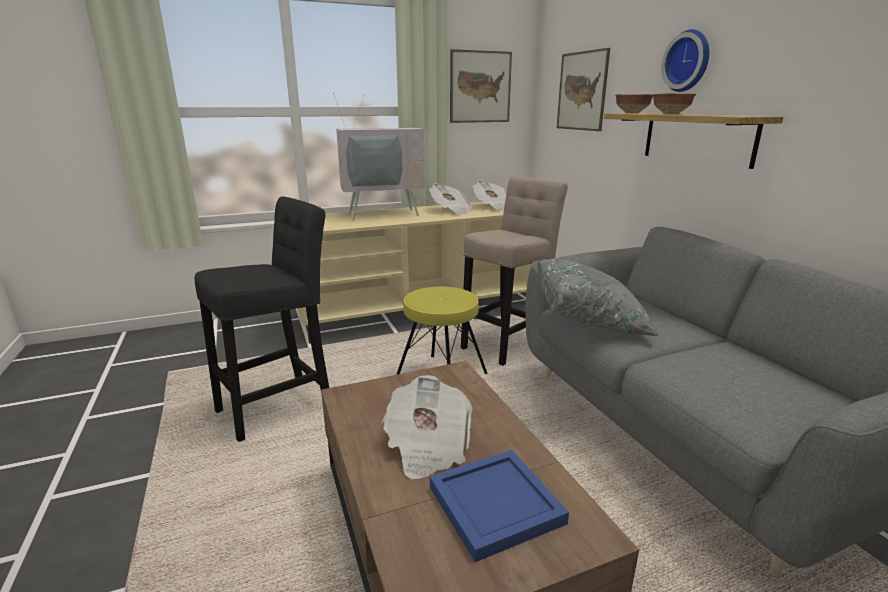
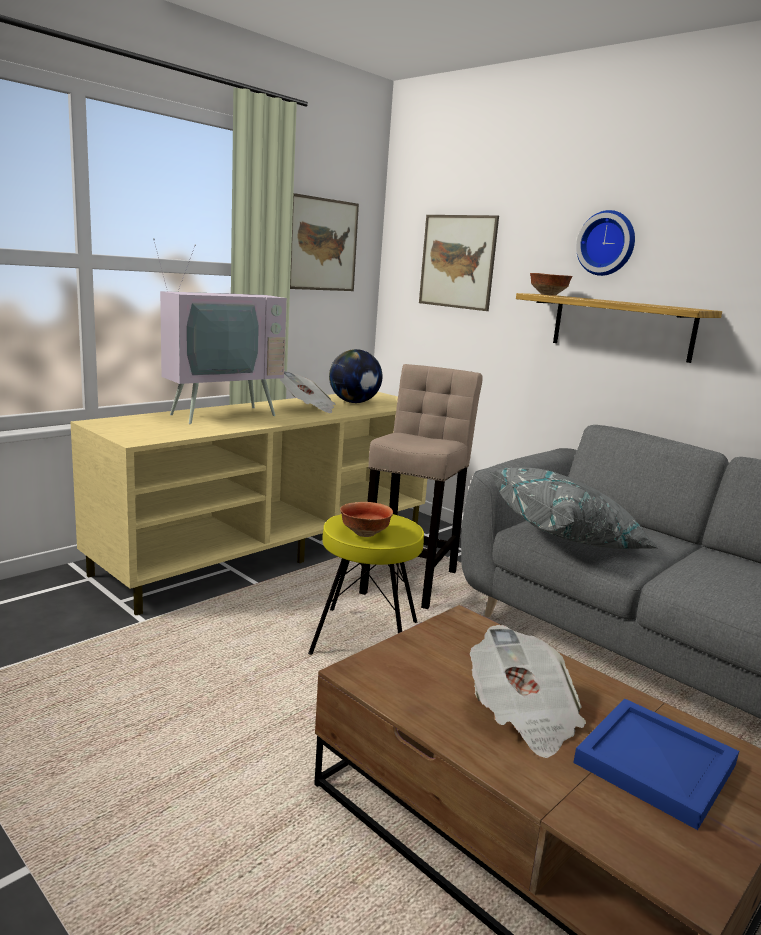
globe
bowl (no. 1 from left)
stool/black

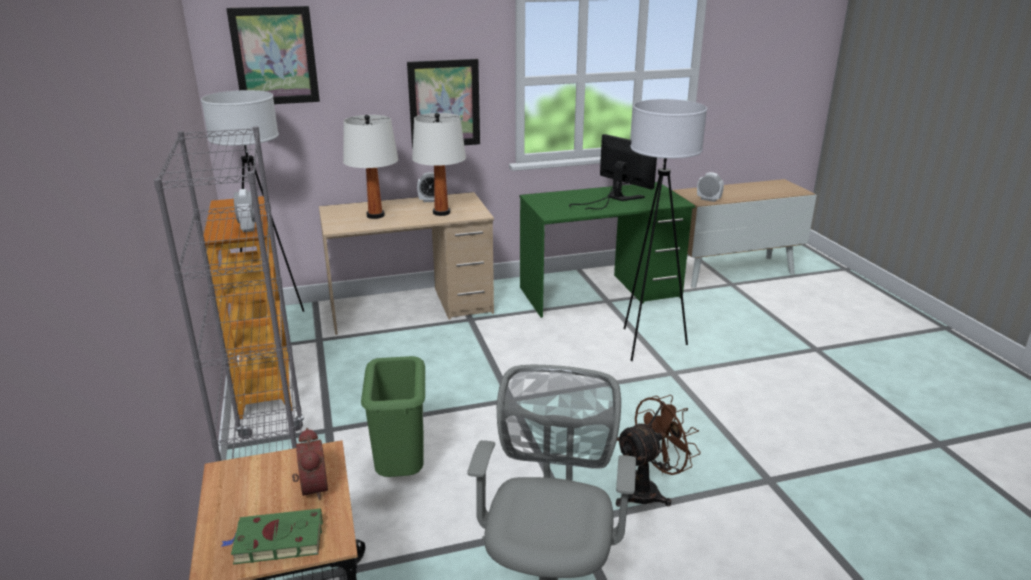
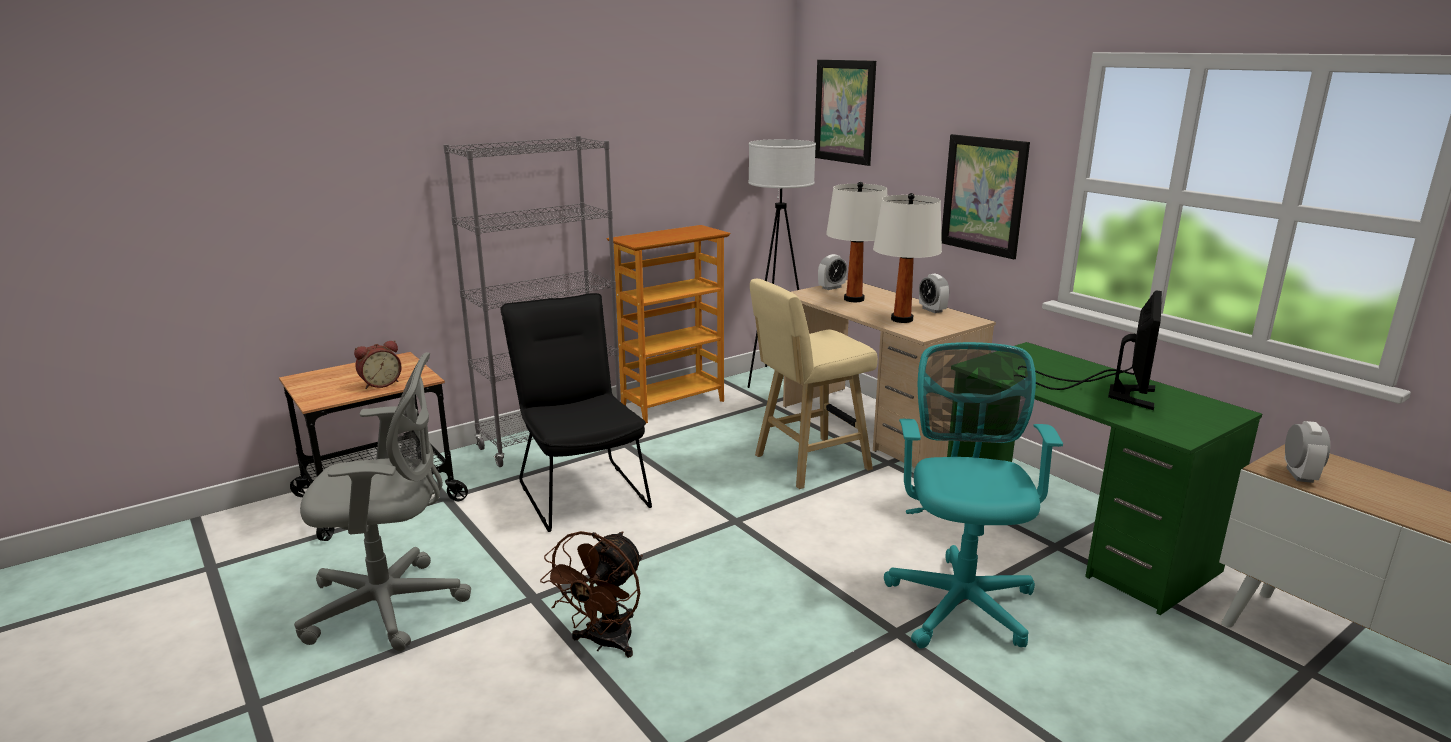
chair/black
fan/brown
stool/beige
alarm clock (no. 2 from left)
office chair/turquoise
book/green

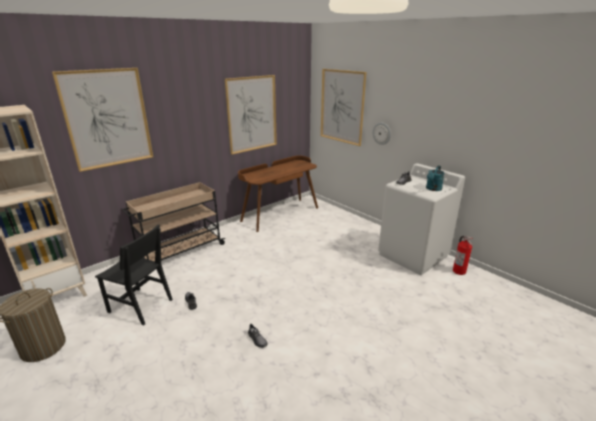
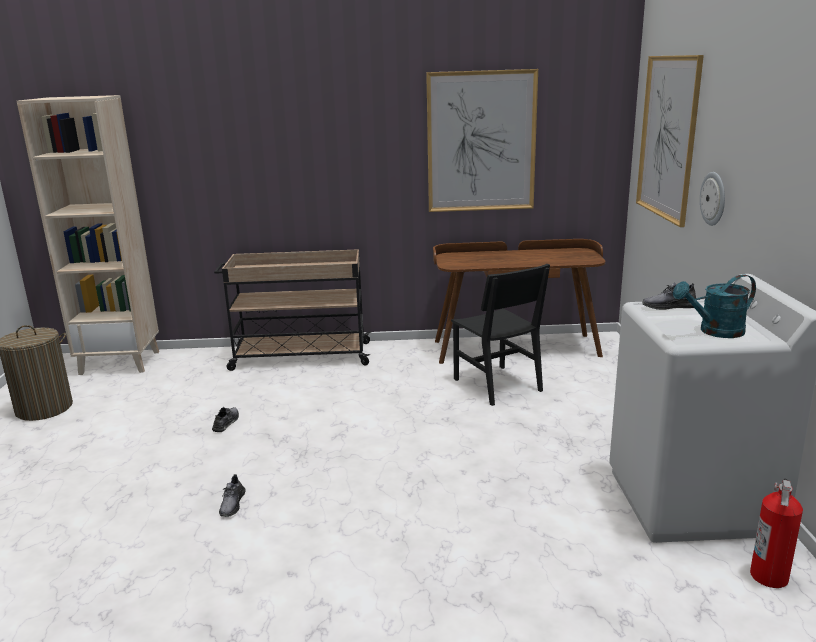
chair/black
picture (no. 1 from left in the first image)

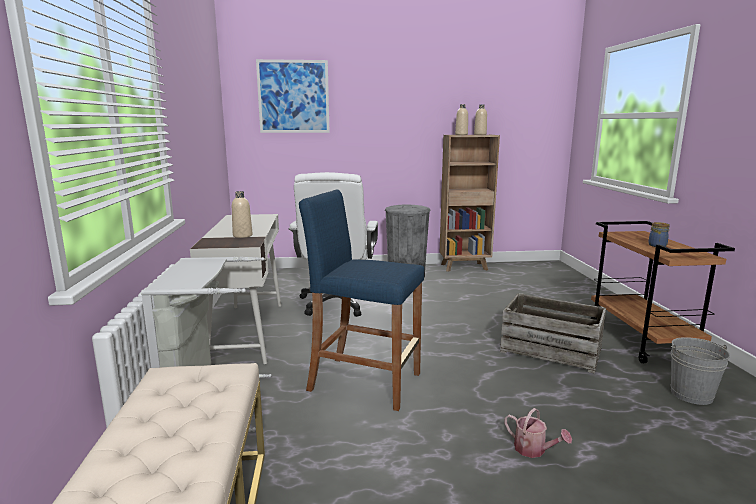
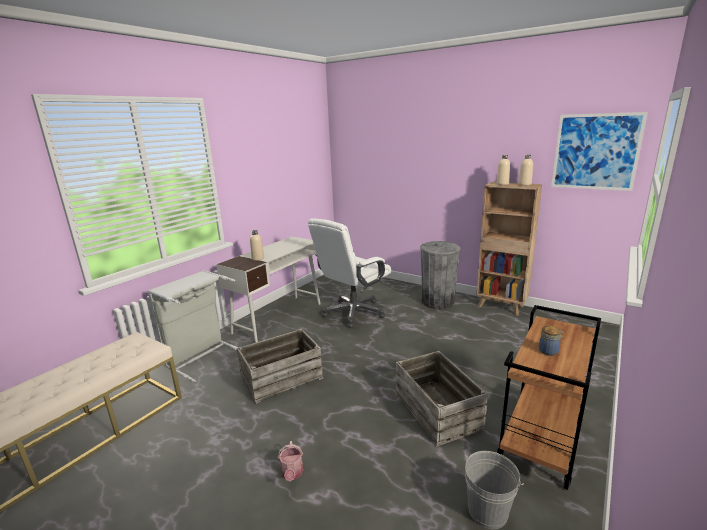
crate (no. 1 from left)
picture

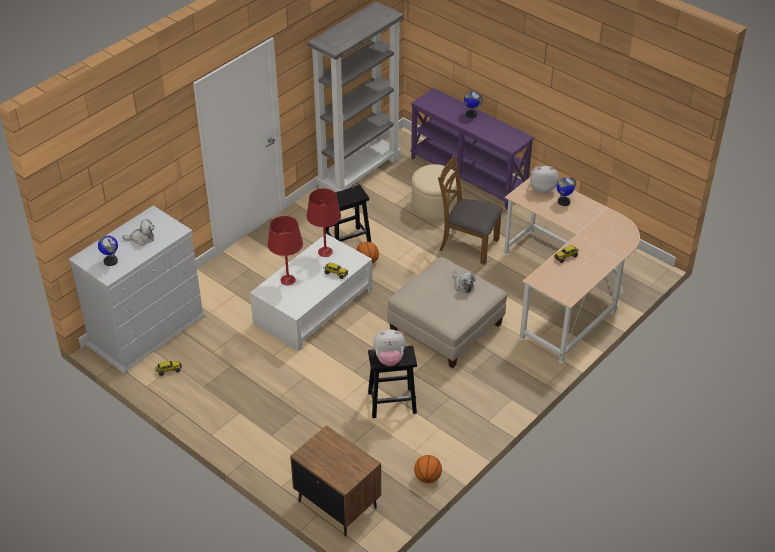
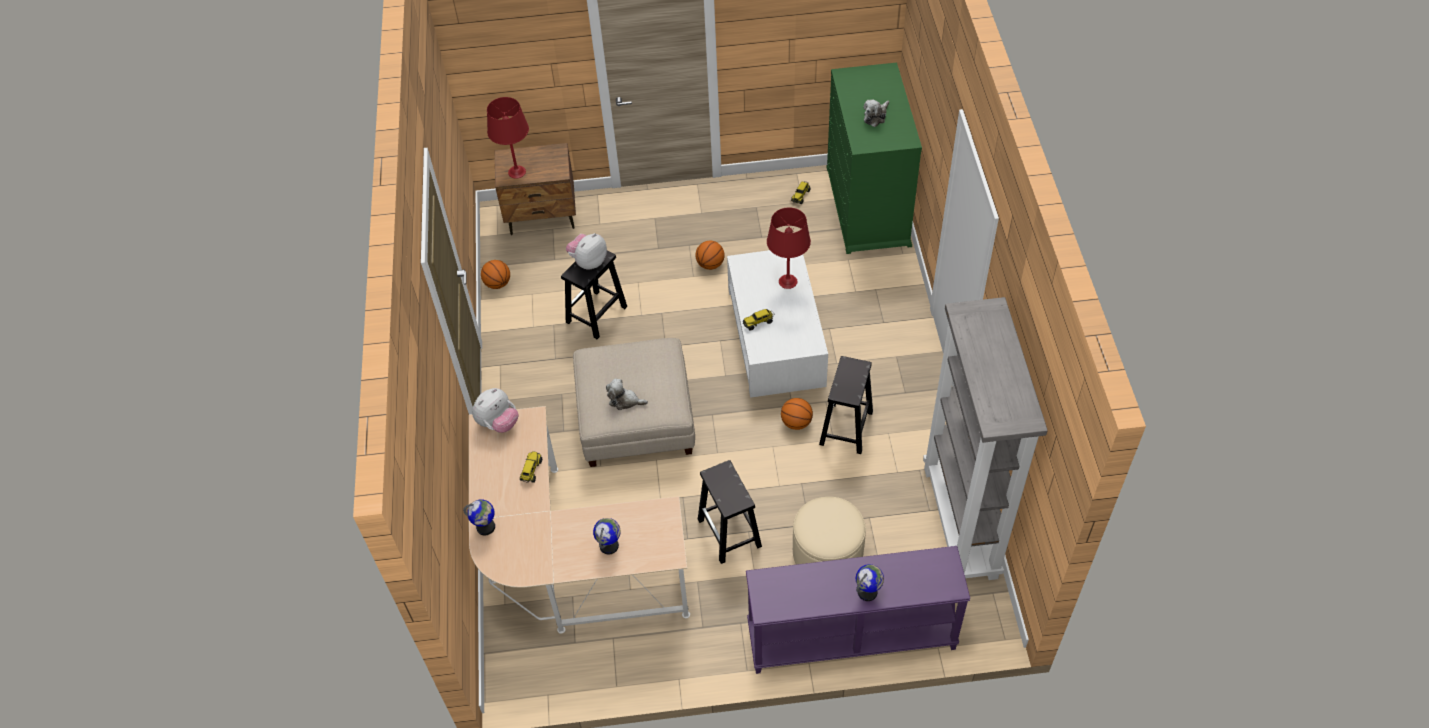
globe (no. 1 from left)
plush toy (no. 1 from left)
table lamp/red (no. 1 from left)
basketball (no. 2 from left)
stool/black (no. 2 from left)
dresser/green

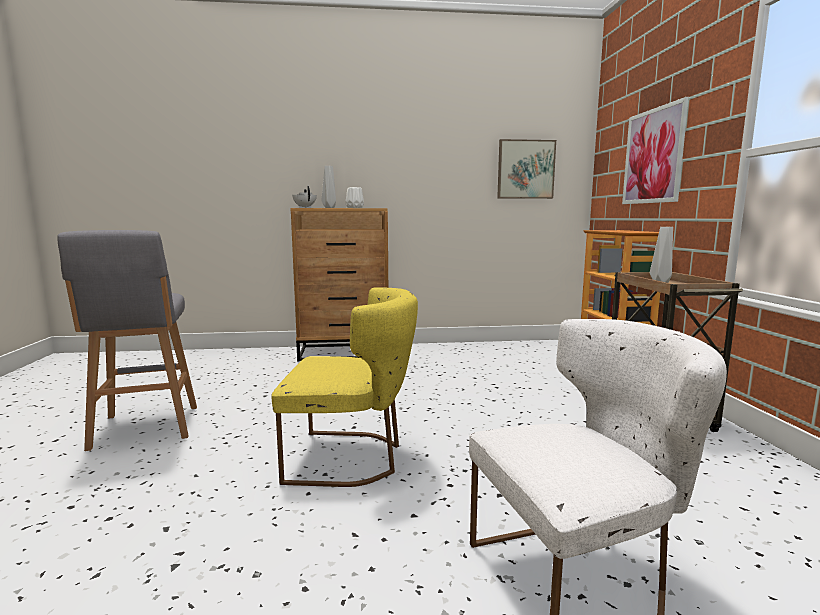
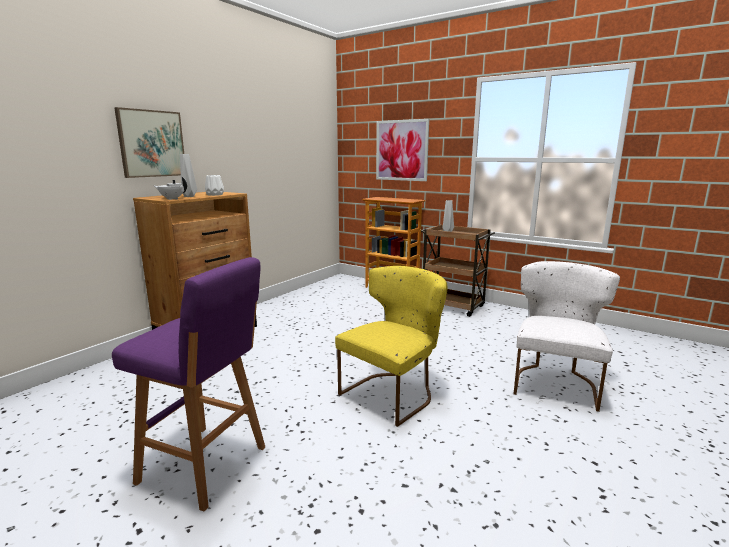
stool/purple
picture (no. 1 from left)

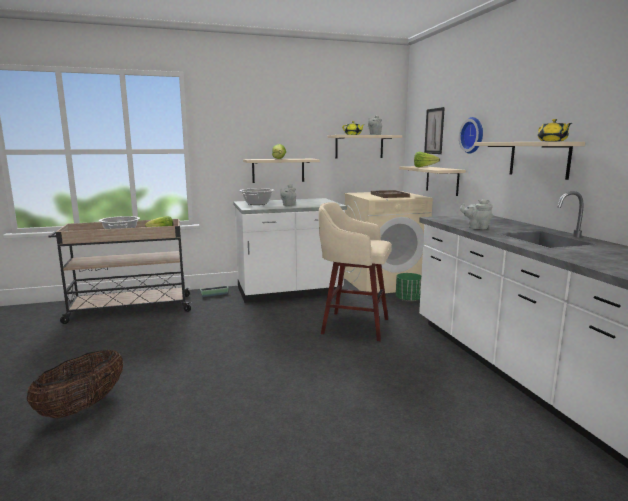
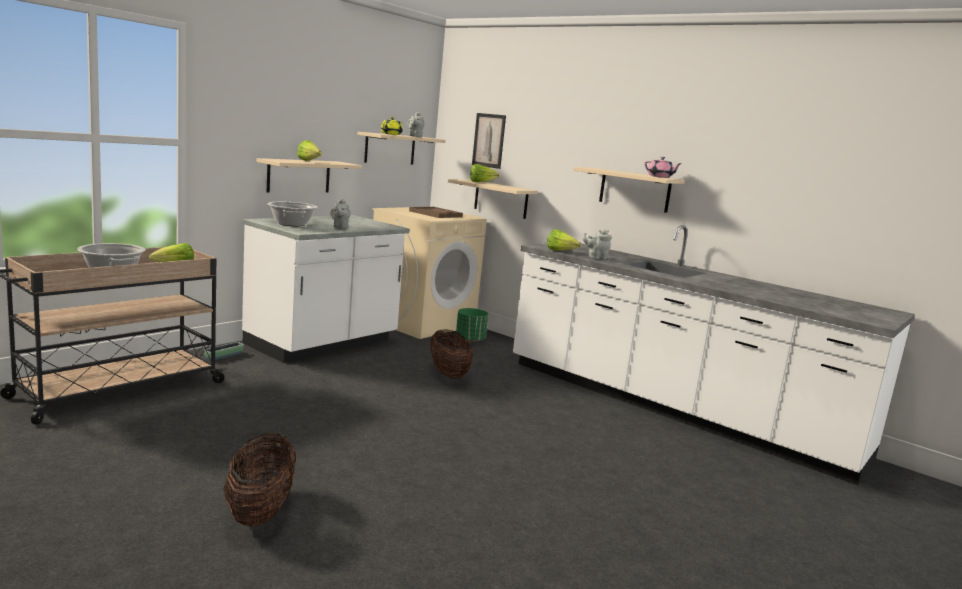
basket (no. 2 from left)
lettuce (no. 4 from left)
teapot/pink
wall clock

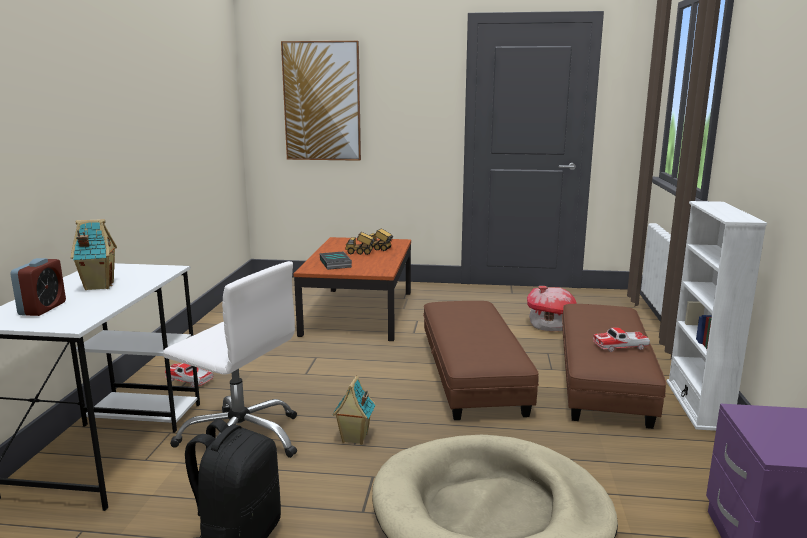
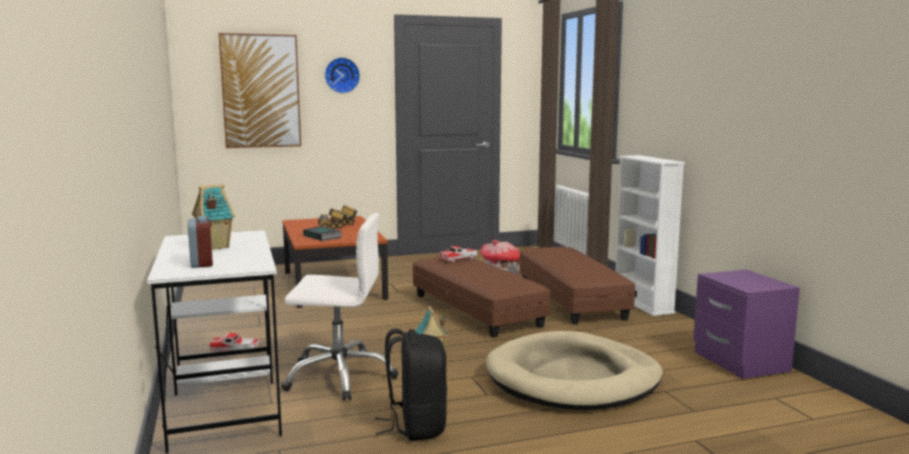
wall clock
toy car (no. 2 from left)

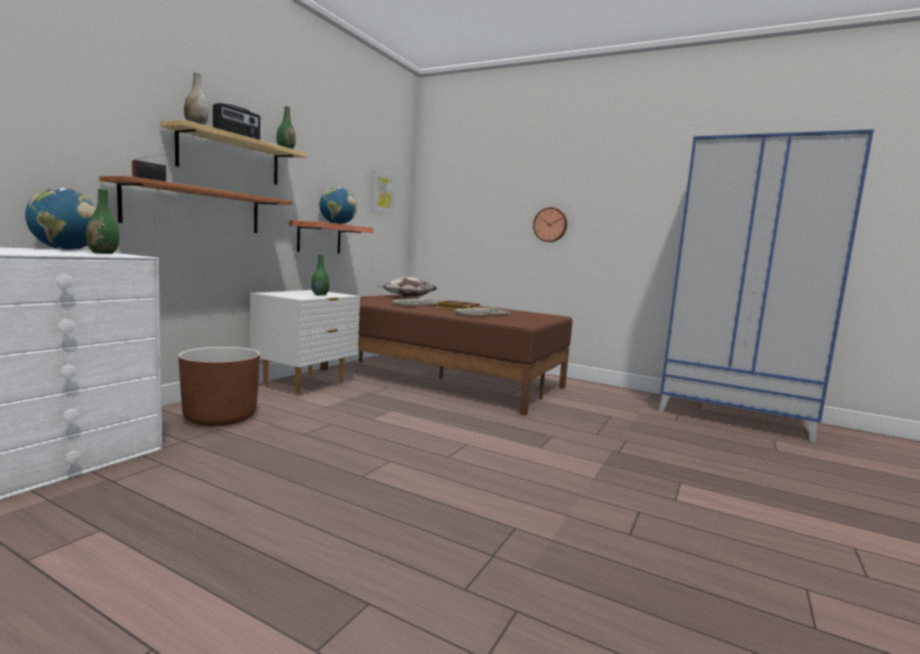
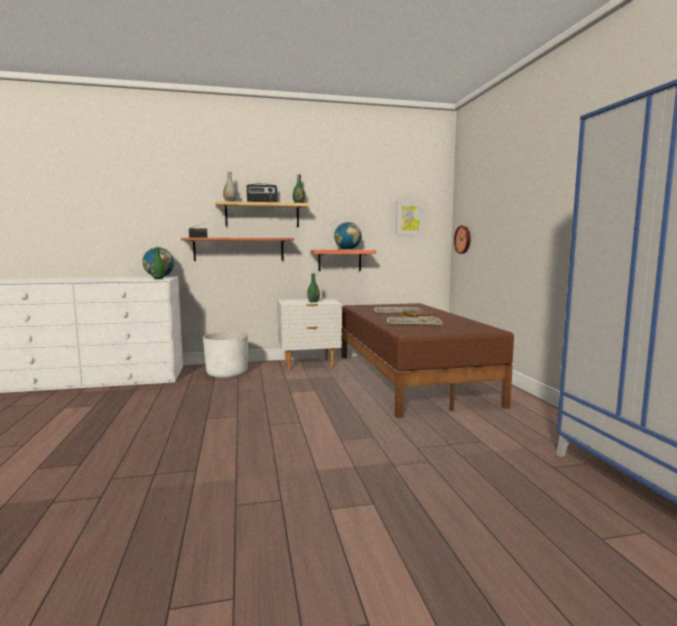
planter/white
wall clock
pillow

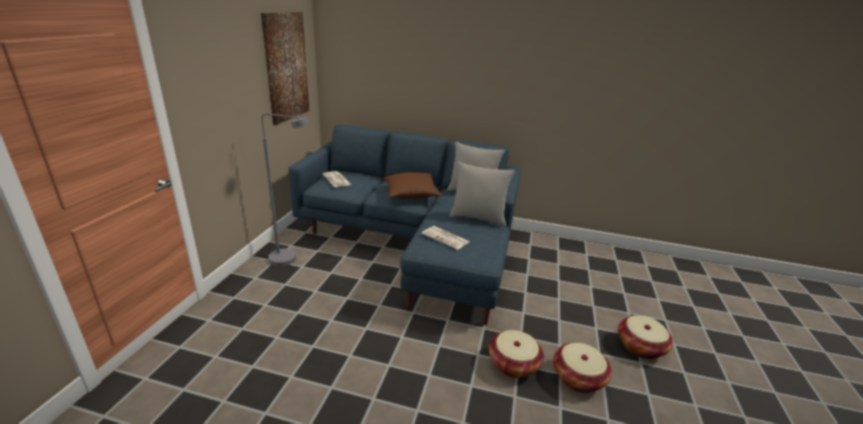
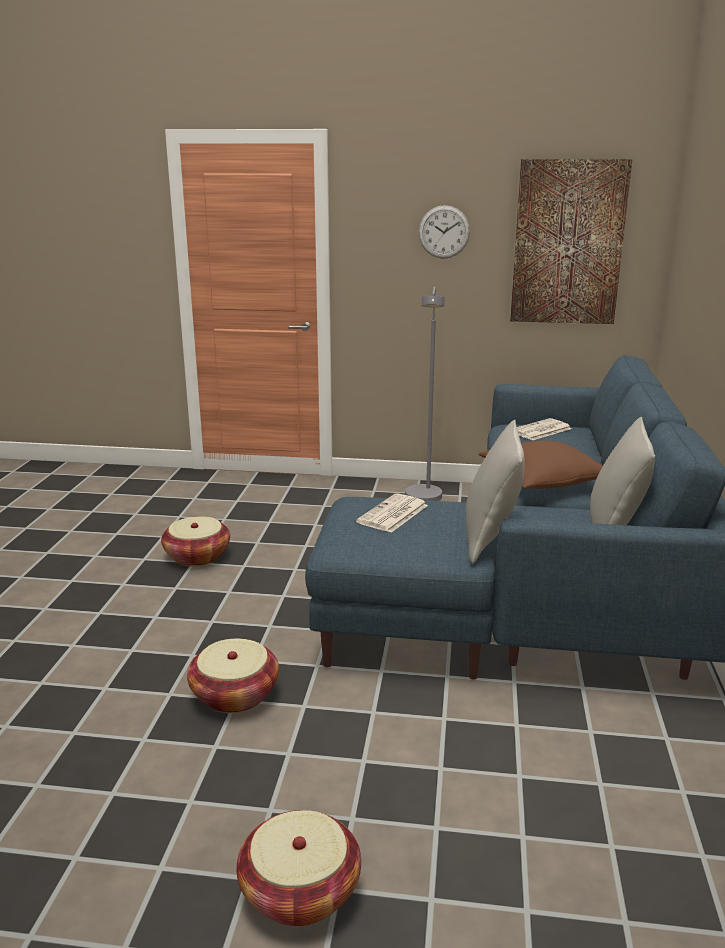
basket (no. 1 from left)
wall clock

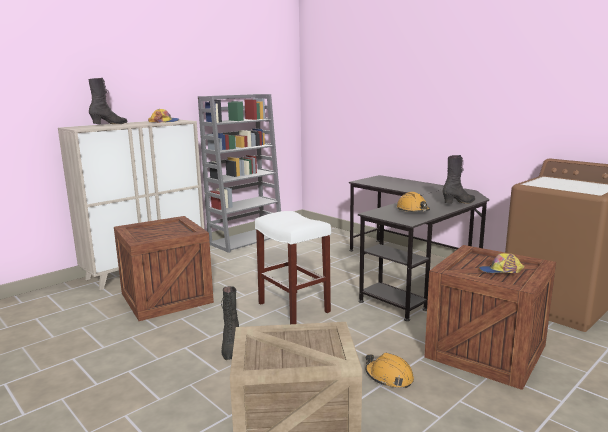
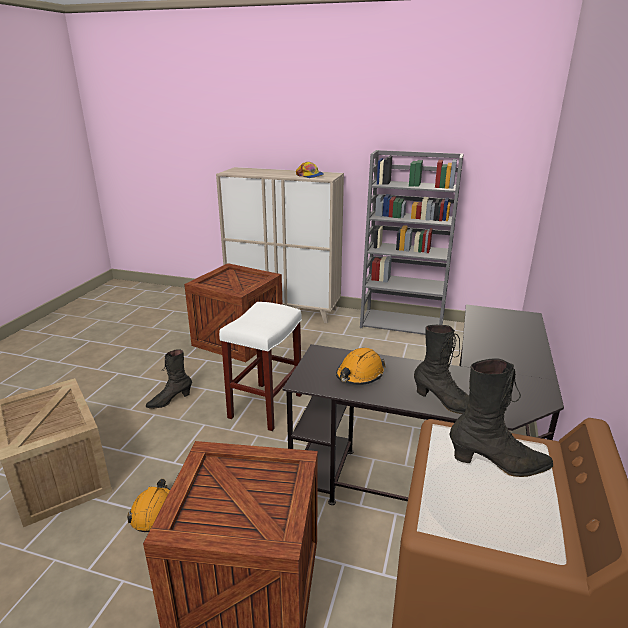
boot/black (no. 3 from left)
cap (no. 2 from left in the first image)

